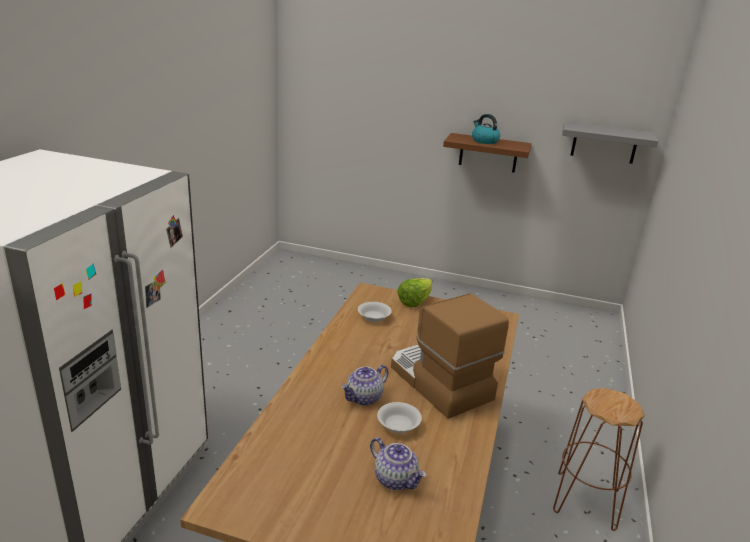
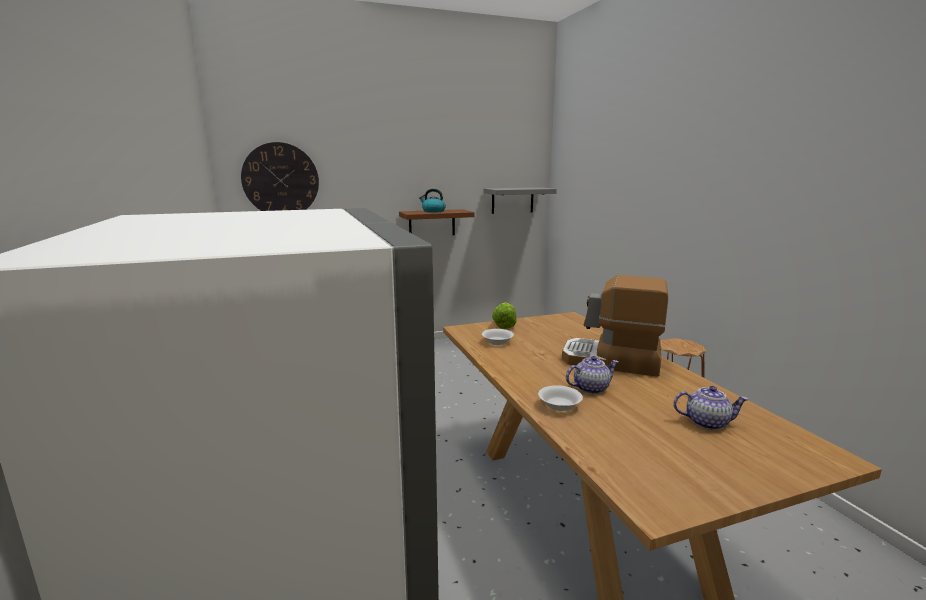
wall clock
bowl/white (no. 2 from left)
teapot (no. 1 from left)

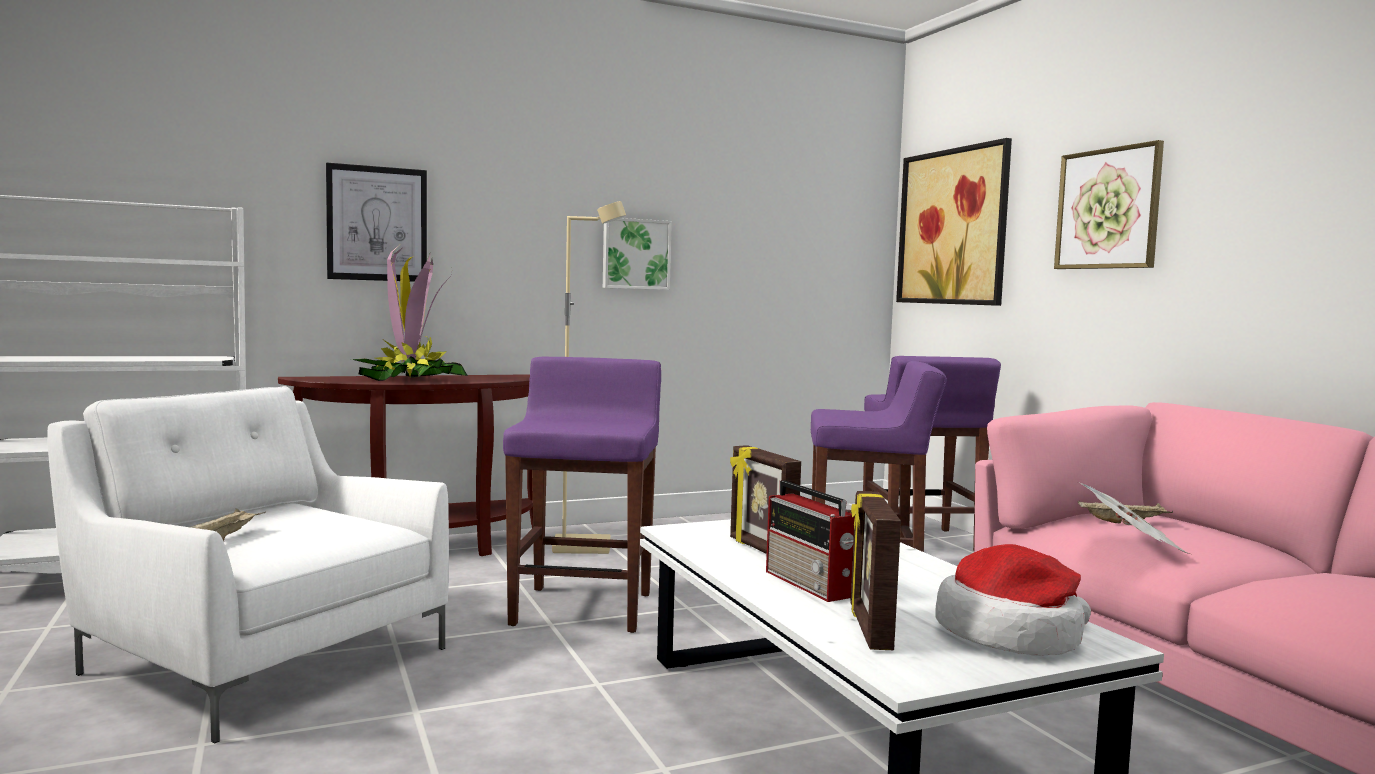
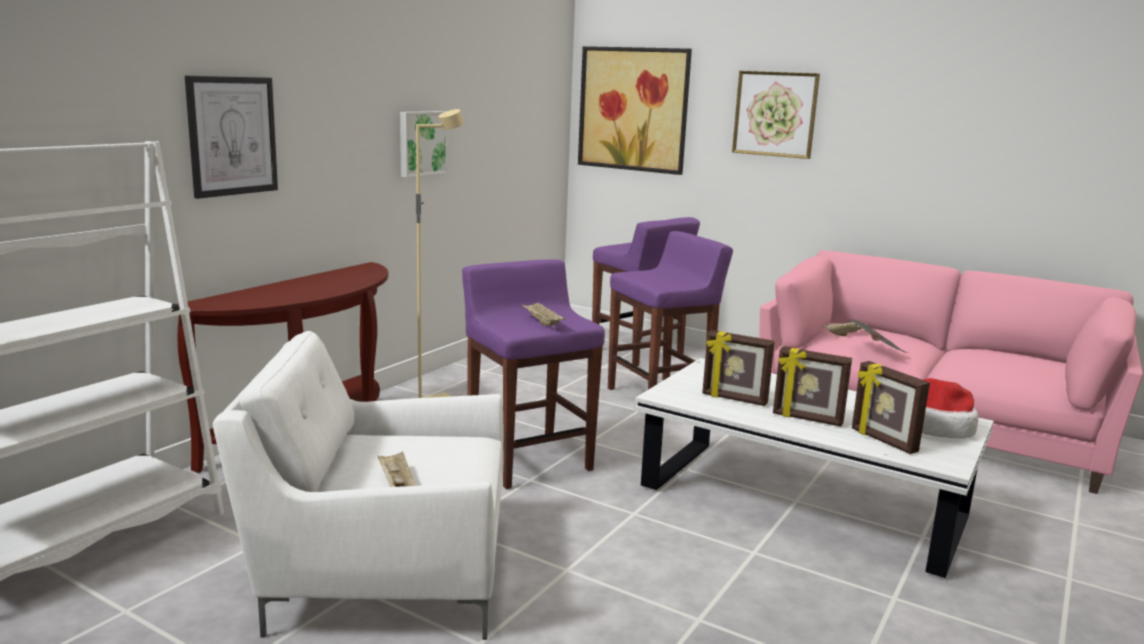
tray/beige (no. 2 from left)
picture frame (no. 2 from left)
potted plant

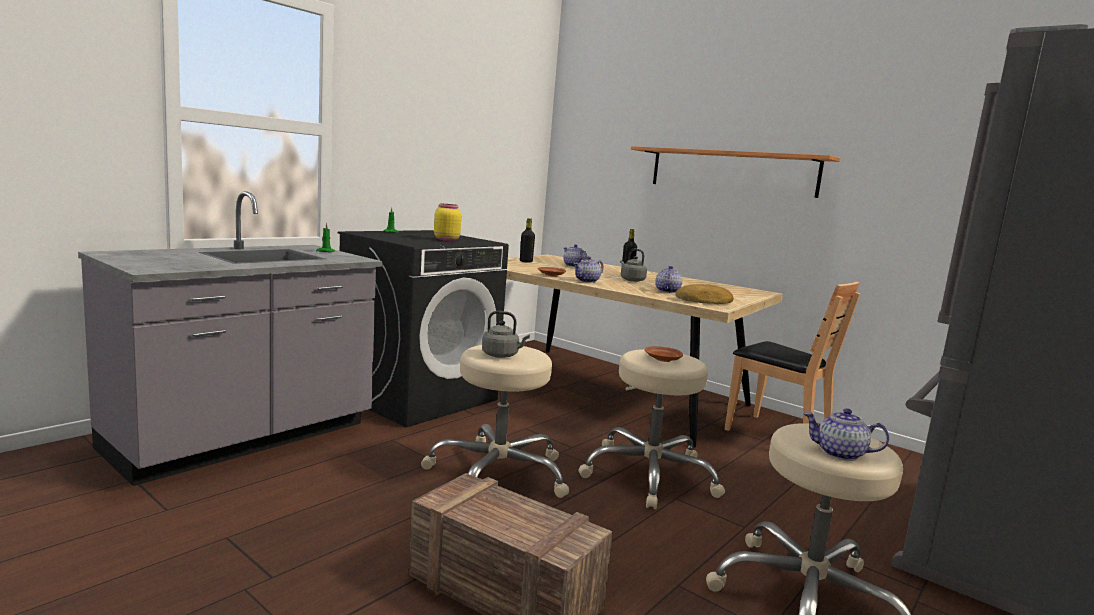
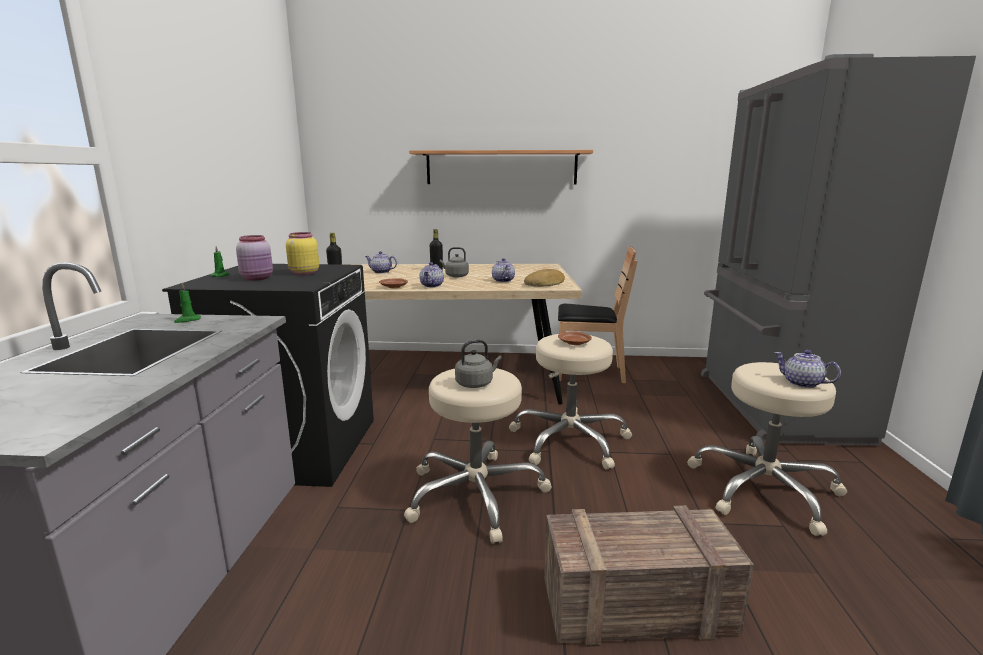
jar/pink
teapot (no. 4 from left)

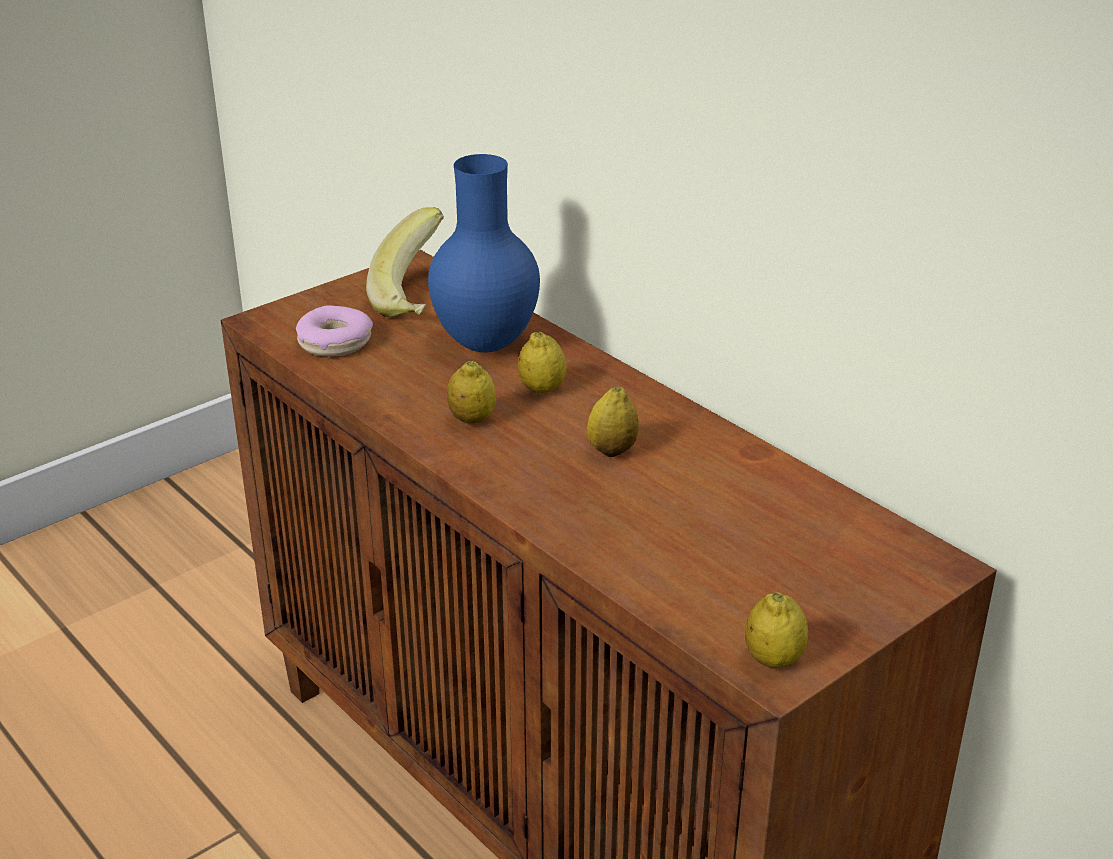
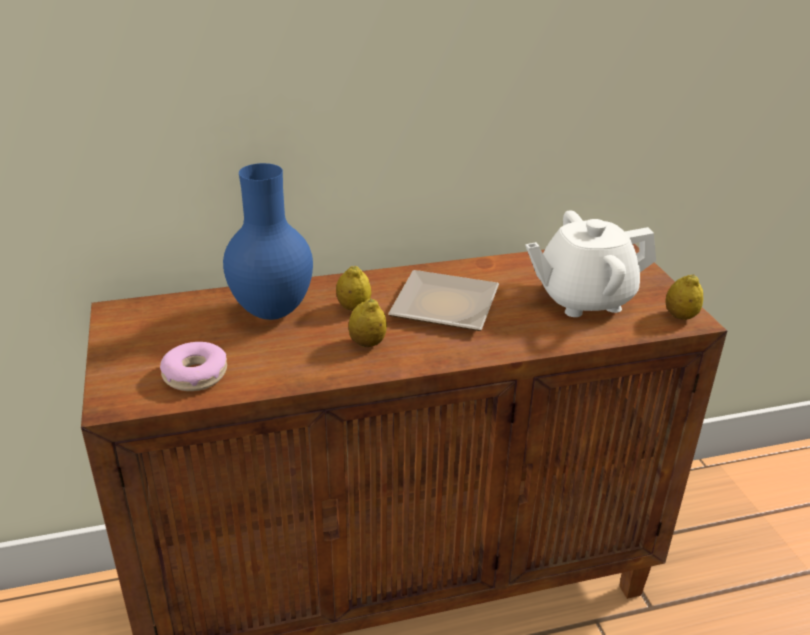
plate
teapot/white
banana

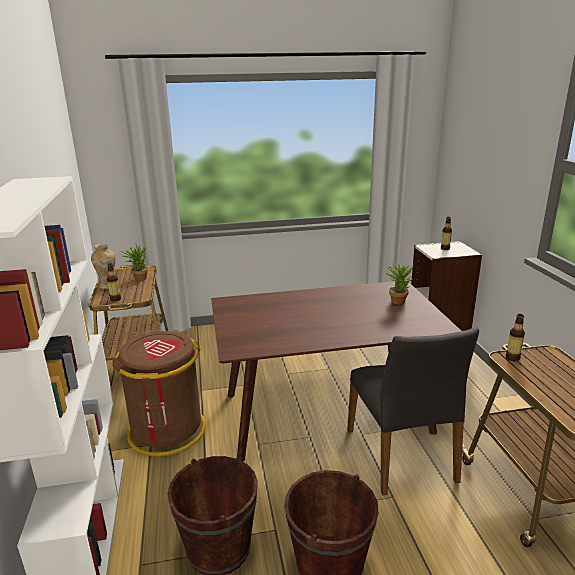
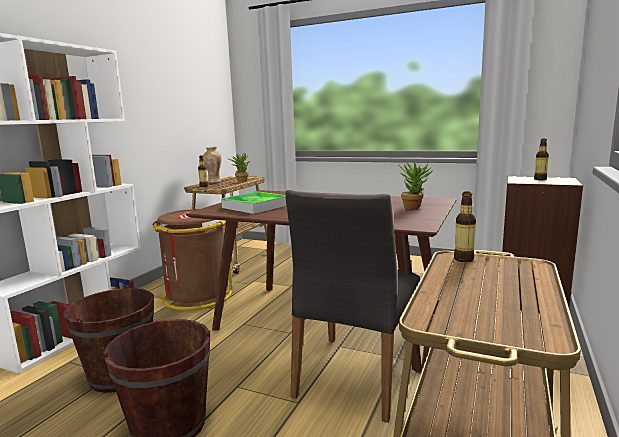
tray

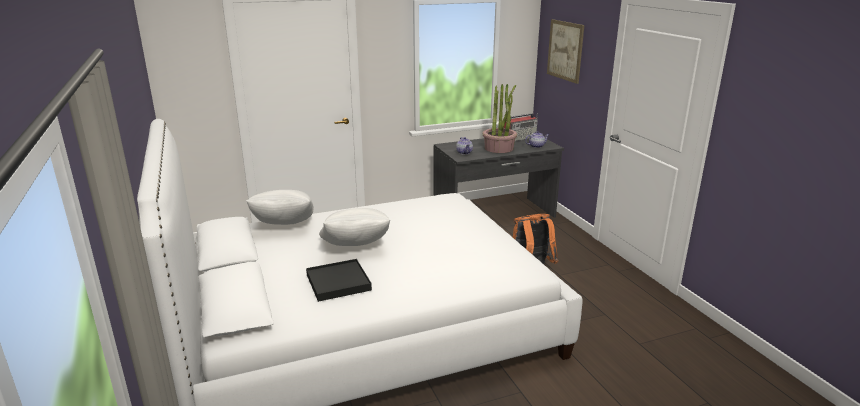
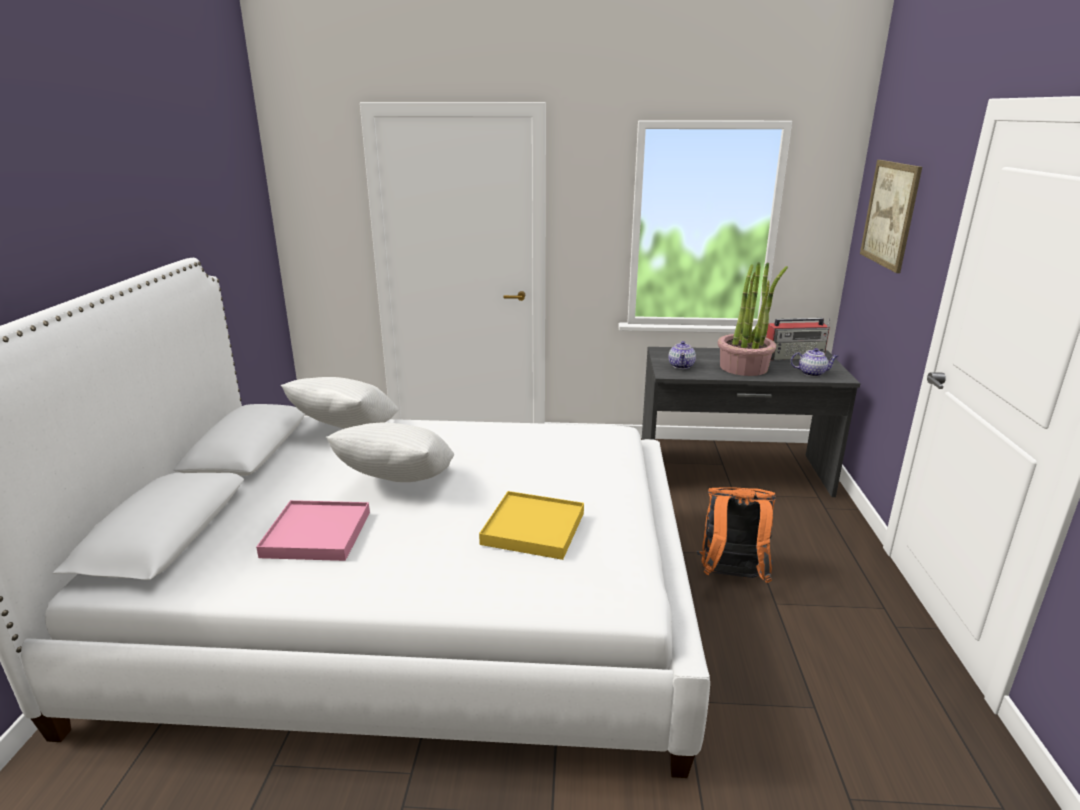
tray/pink
tray/yellow

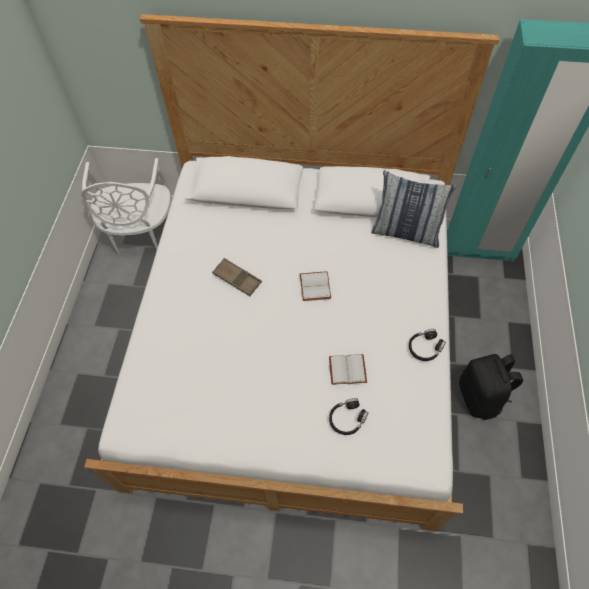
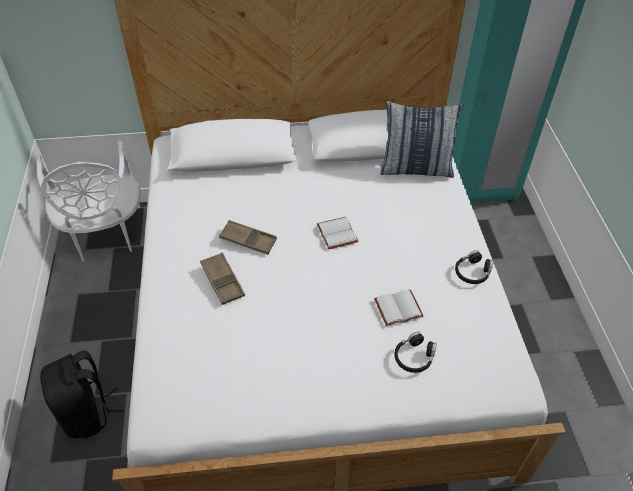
backpack/black
tray/brown (no. 1 from left)

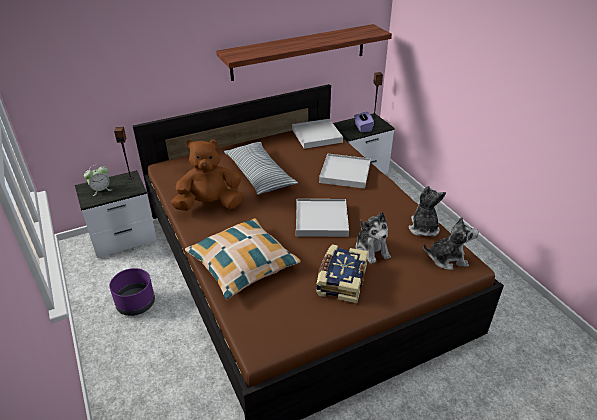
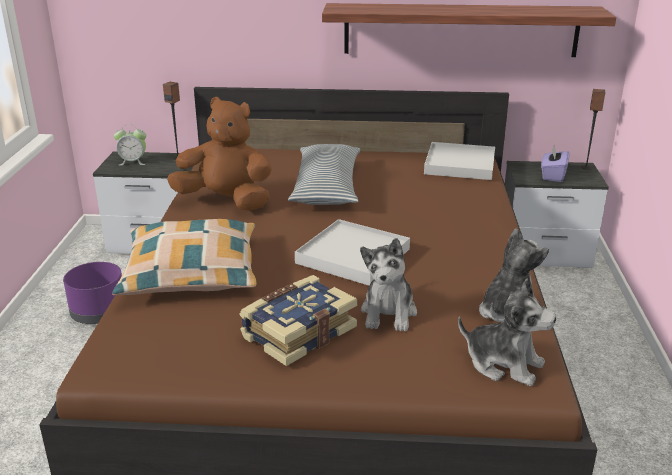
tray/white (no. 3 from left in the first image)

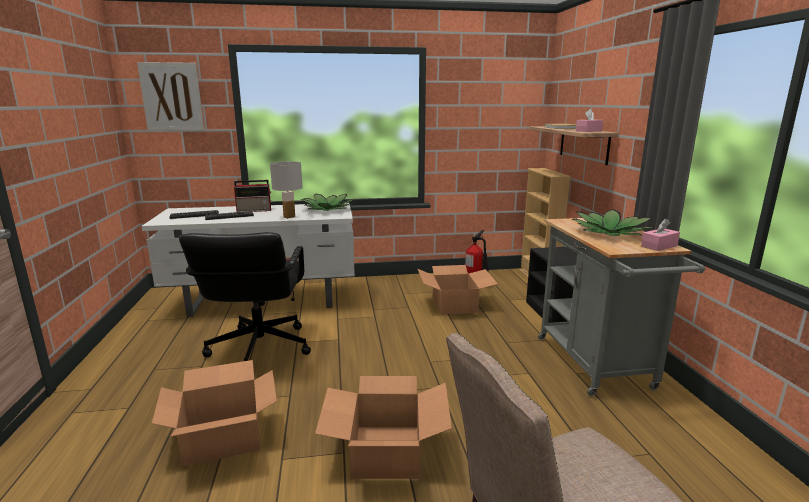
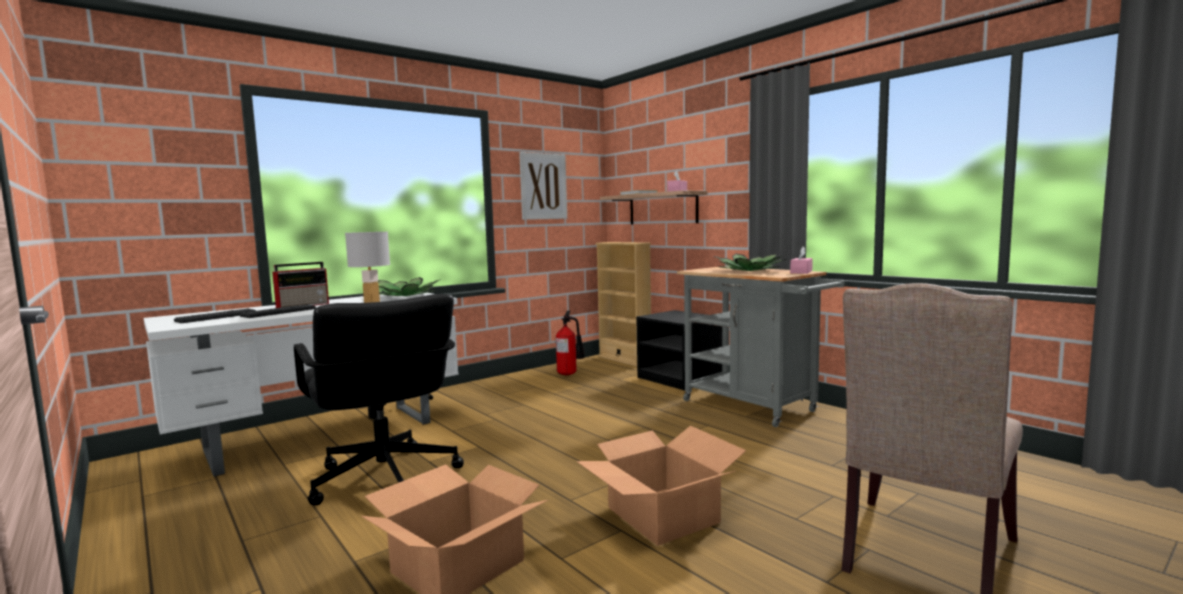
picture
cardboard box (no. 3 from left in the first image)

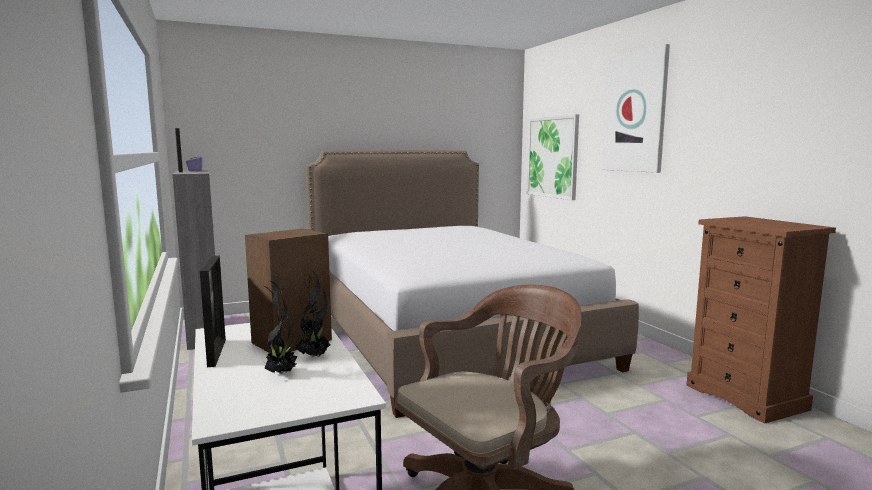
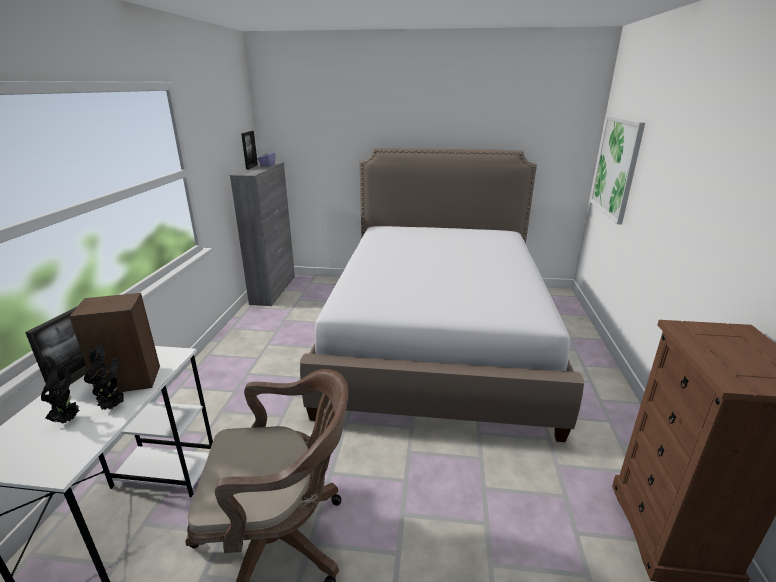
picture (no. 2 from left in the first image)

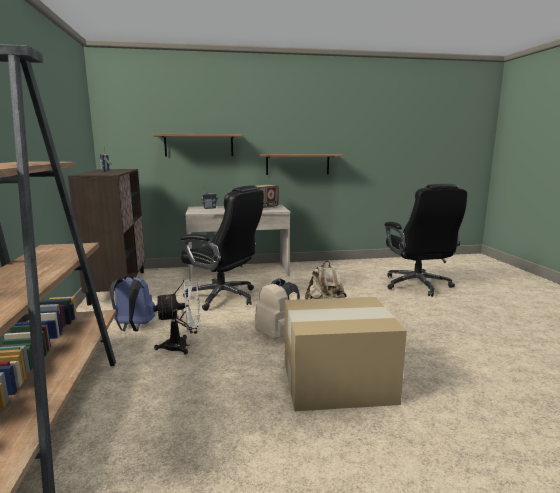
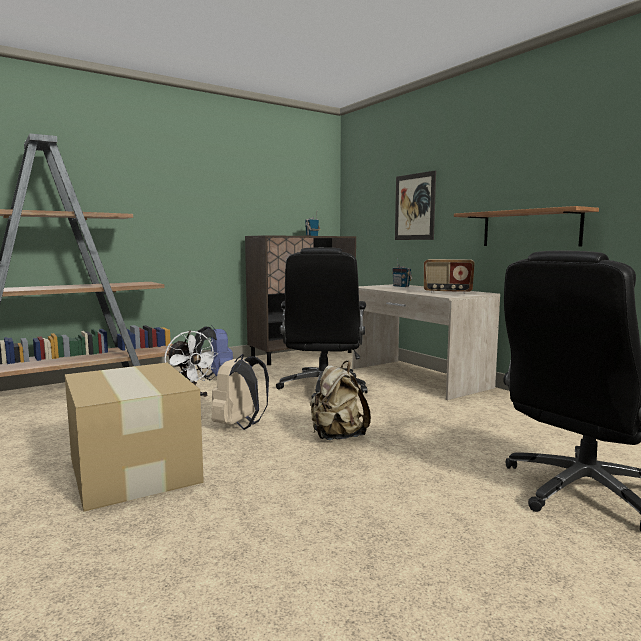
picture

